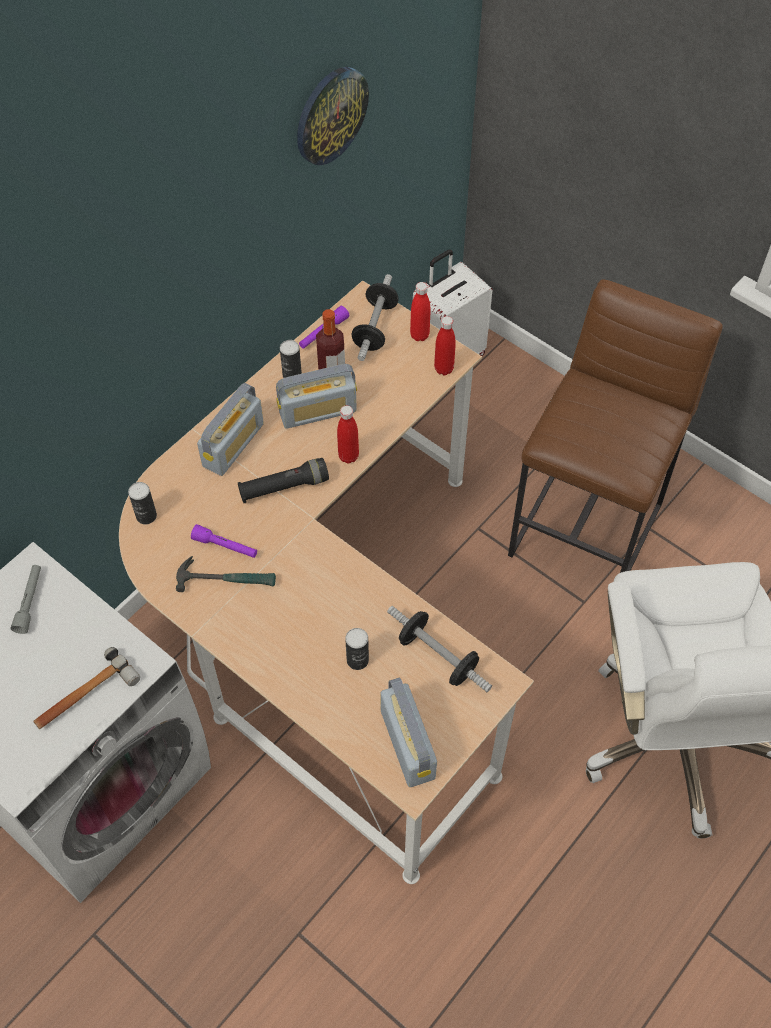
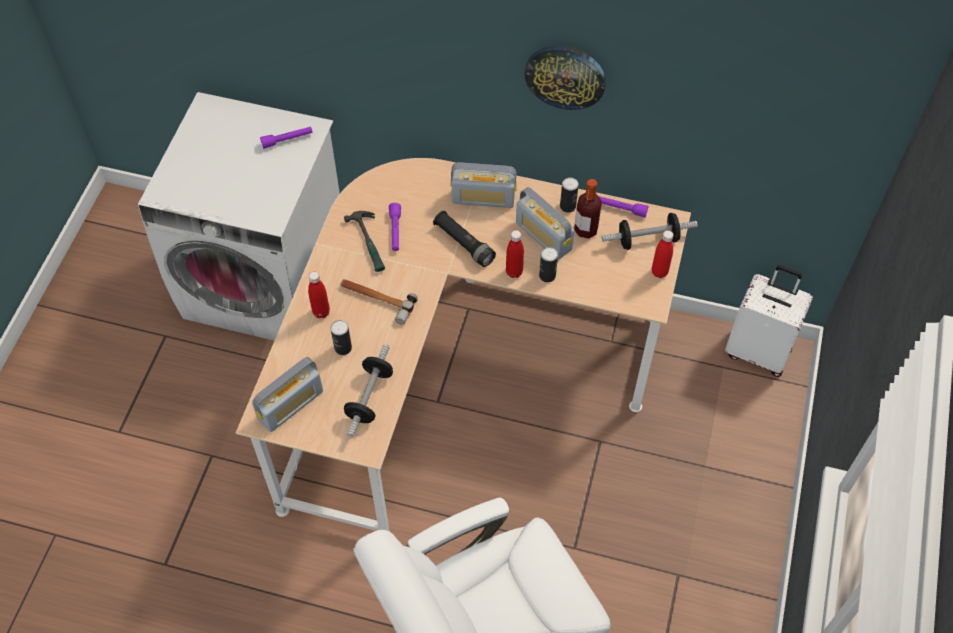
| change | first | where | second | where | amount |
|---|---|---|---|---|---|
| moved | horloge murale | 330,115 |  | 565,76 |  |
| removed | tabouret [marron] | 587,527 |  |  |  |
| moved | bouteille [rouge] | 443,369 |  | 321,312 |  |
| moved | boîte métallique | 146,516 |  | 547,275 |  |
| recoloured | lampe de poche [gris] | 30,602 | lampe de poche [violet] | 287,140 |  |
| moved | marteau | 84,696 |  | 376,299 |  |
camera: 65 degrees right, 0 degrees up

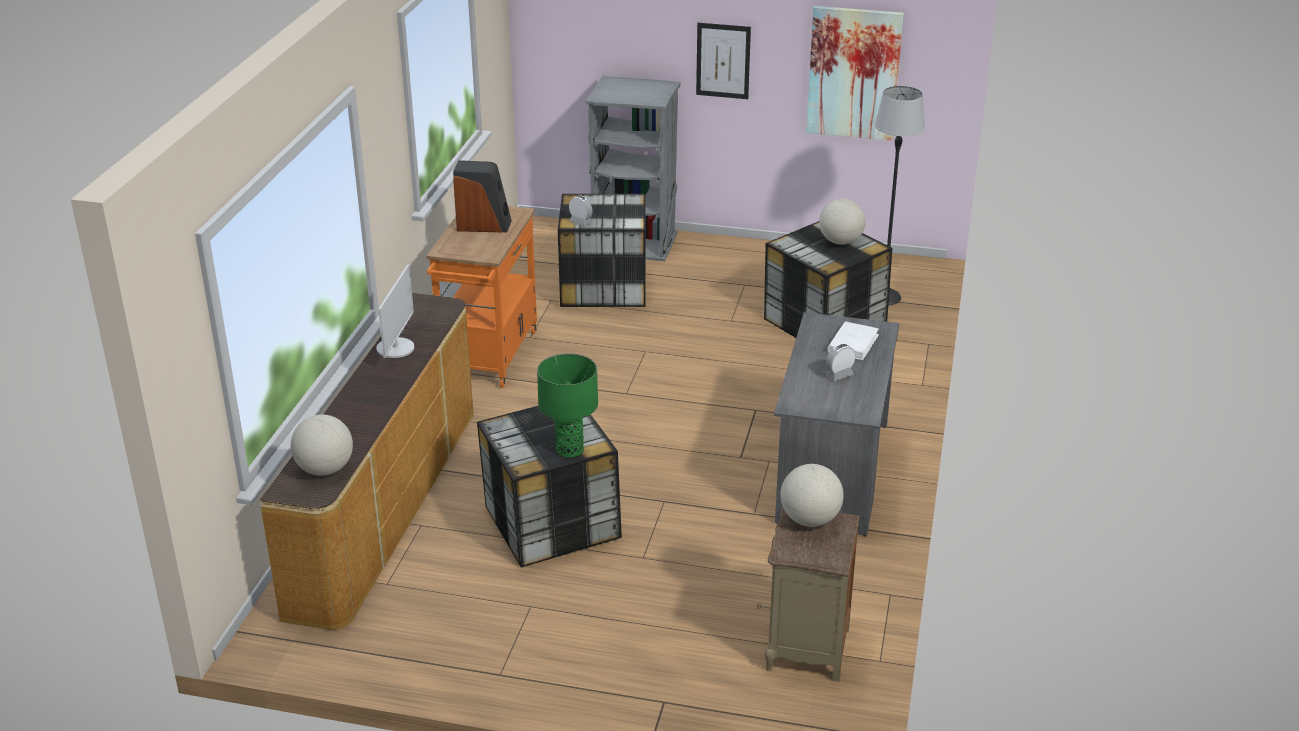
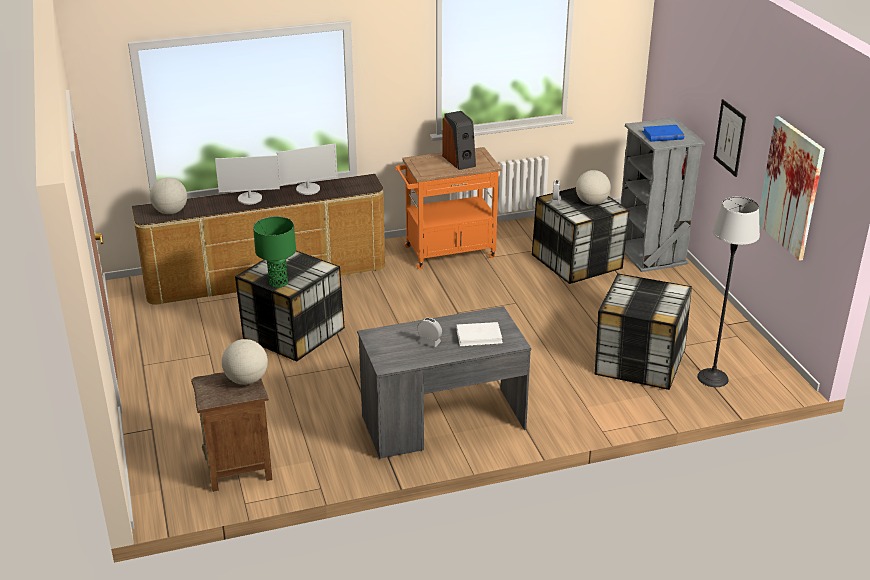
| change | first | where | second | where | amount |
|---|---|---|---|---|---|
| moved | globe | 841,242 |  | 592,202 |  |
| added |  |  | livre [bleu] | 662,135 |  |
| added |  |  | écran d'ordinateur | 250,199 |  |
camera: 60 degrees right, 0 degrees up

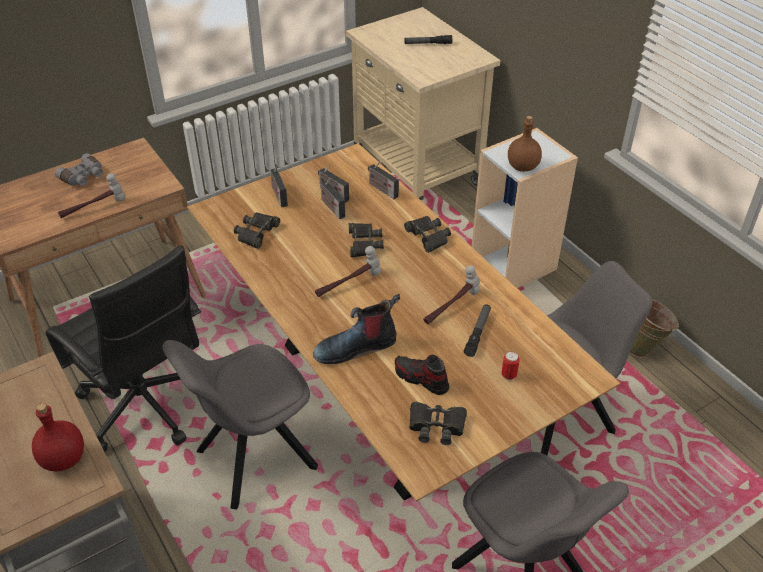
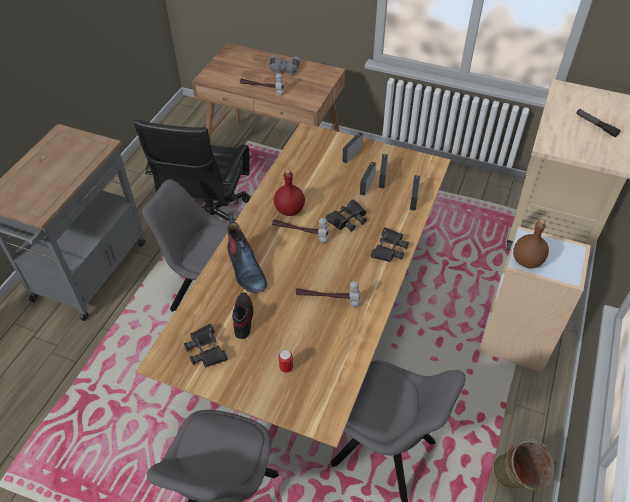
| change | first | where | second | where | amount |
|---|---|---|---|---|---|
| removed | jumelles [noir] | 256,233 |  |  |  |
| turned | botte | 356,346 |  | 245,269 | 150 degrees counterclockwise |
| removed | lampe de poche | 478,333 |  |  |  |
| moved | bouteille [rouge] | 63,460 |  | 289,210 |  |
camera: 55 degrees right, 5 degrees up

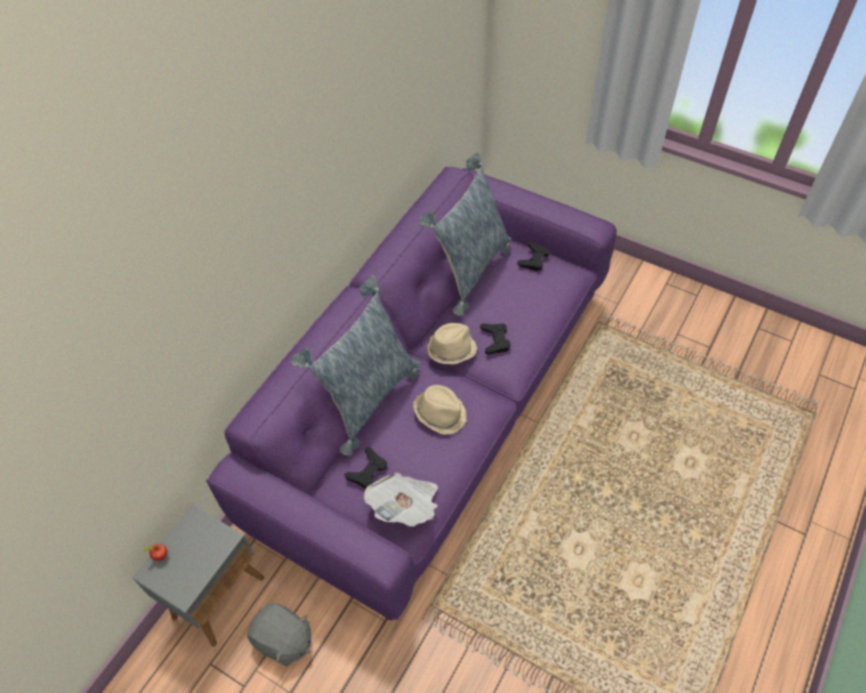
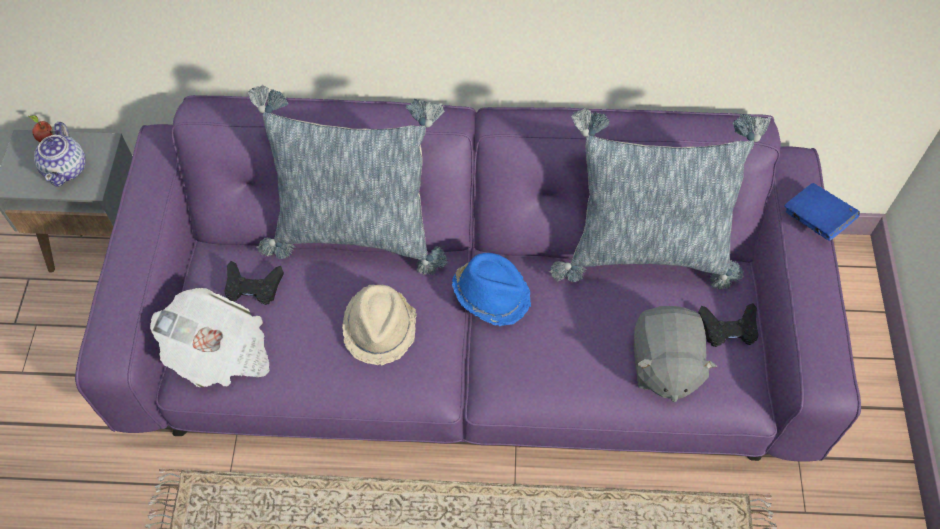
| change | first | where | second | where | amount |
|---|---|---|---|---|---|
| recoloured | chapeau [beige] | 451,350 | chapeau [bleu] | 492,294 |  |
| removed | manette [noir] | 495,340 |  |  |  |
| moved | peluche [gris] | 283,640 |  | 664,365 |  |
| added |  |  | théière | 67,168 |  |
| added |  |  | livre [bleu] | 816,220 |  |
camera: 60 degrees right, 5 degrees up

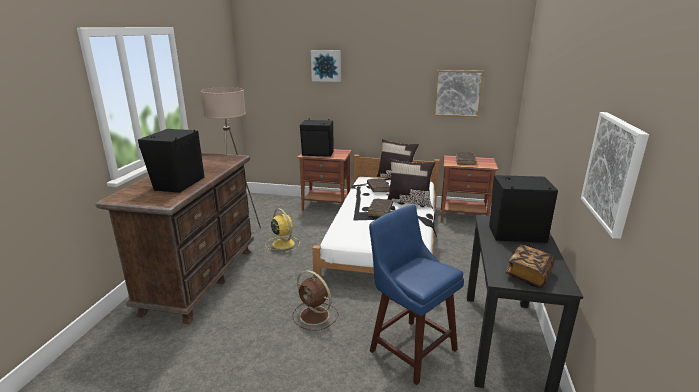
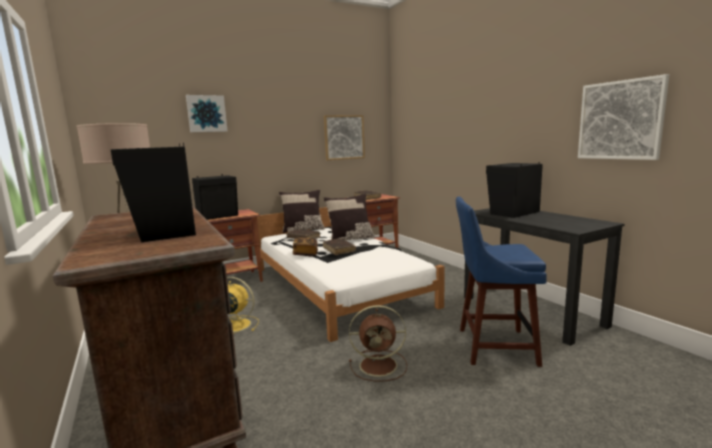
| change | first | where | second | where | amount |
|---|---|---|---|---|---|
| moved | livre | 528,275 |  | 305,253 |  |
camera: 40 degrees left, 10 degrees down

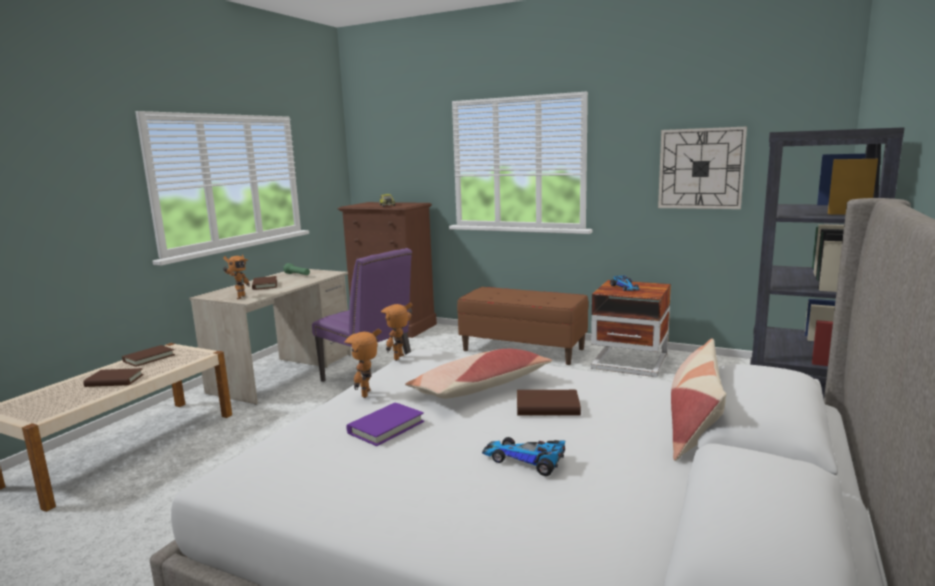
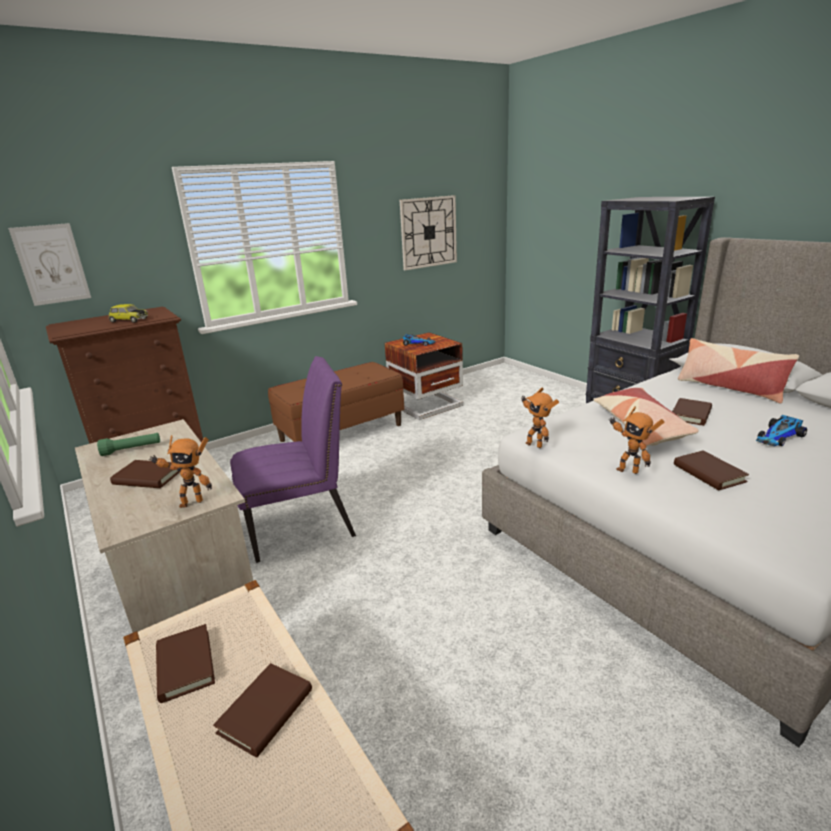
| change | first | where | second | where | amount |
|---|---|---|---|---|---|
| turned | robot jouet | 239,297 |  | 191,502 | 120 degrees clockwise |
| recoloured | livre [violet] | 386,427 | livre [marron] | 709,473 |  |
| added |  |  | tableau | 51,264 |  |
camera: 60 degrees left, 10 degrees up

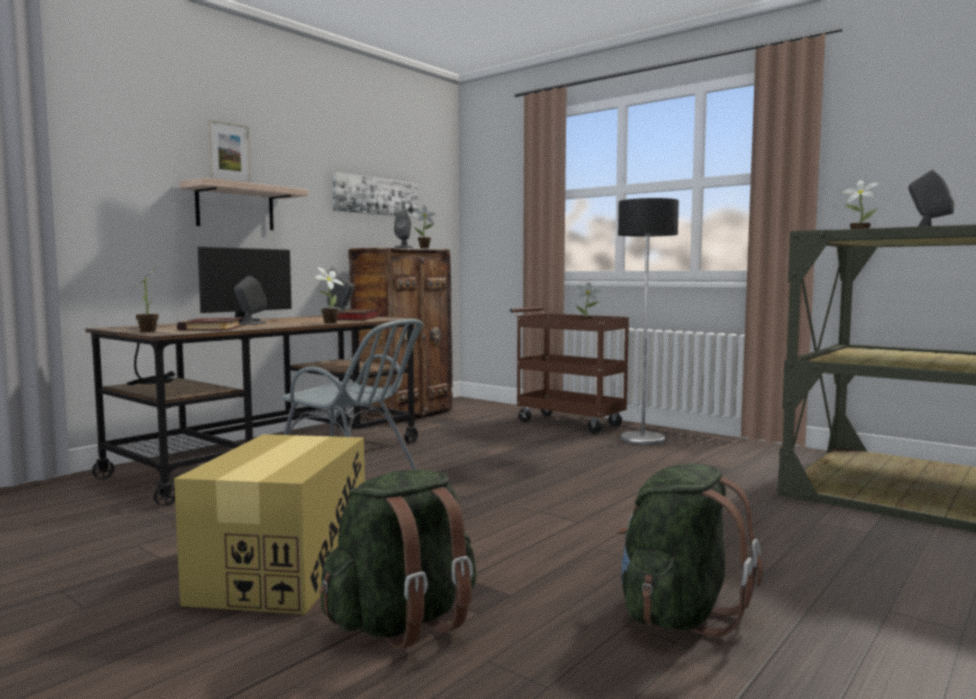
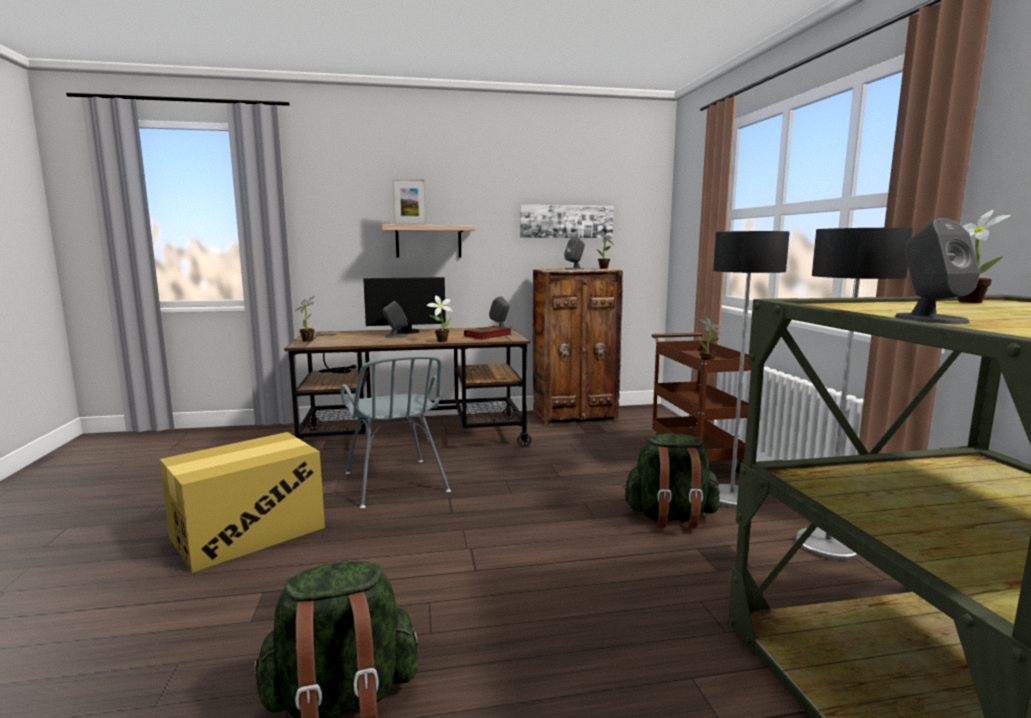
| change | first | where | second | where | amount |
|---|---|---|---|---|---|
| removed | livre | 211,328 |  |  |  |
| moved | sac à dos [vert] | 403,622 |  | 670,517 |  |
| added |  |  | lampadaire | 827,545 |  |
camera: 40 degrees right, 5 degrees up

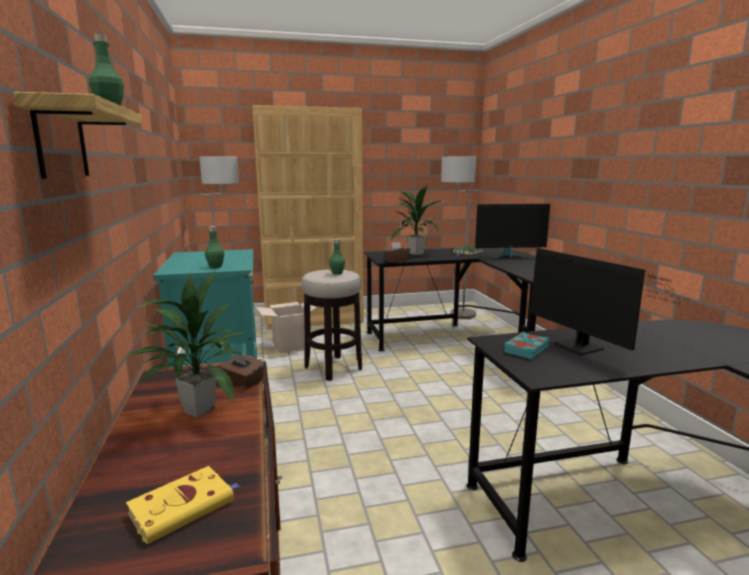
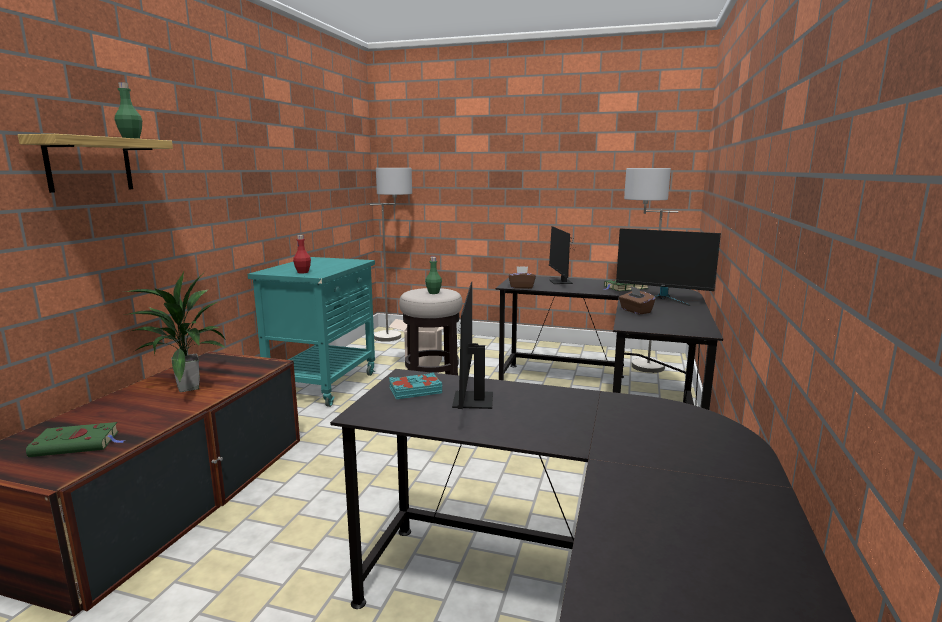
| change | first | where | second | where | amount |
|---|---|---|---|---|---|
| removed | bibliothèque [marron] | 314,320 |  |  |  |
| replaced | plante en pot | 416,254 | écran d'ordinateur | 560,282 |  |
| recoloured | bouteille [vert] | 215,267 | bouteille [rouge] | 303,272 |  |
| moved | boîte à mouchoirs [marron] | 243,382 |  | 635,311 |  |
| recoloured | livre [jaune] | 184,507 | livre [vert] | 78,444 |  |
camera: 30 degrees right, 0 degrees up

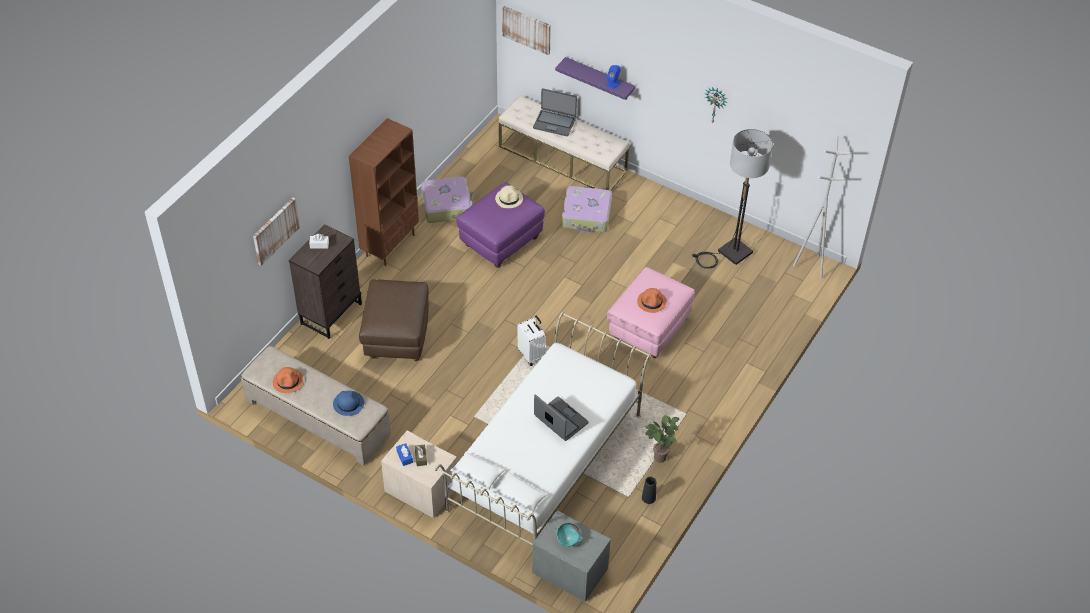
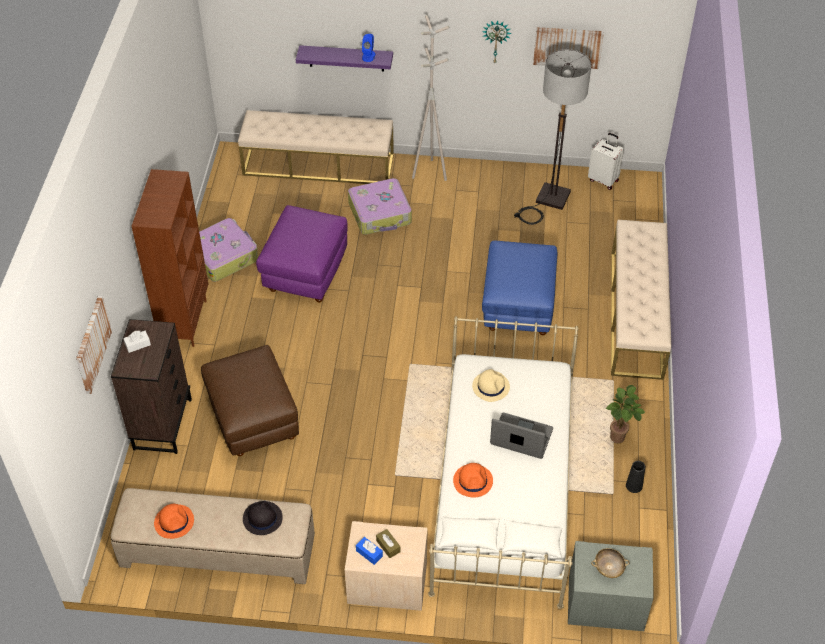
| change | first | where | second | where | amount |
|---|---|---|---|---|---|
| moved | tableau | 527,29 |  | 567,47 |  |
| removed | ordinateur portable | 554,123 |  |  |  |
| moved | portant [gris] | 811,267 |  | 430,172 |  |
| moved | chapeau [beige] | 509,198 |  | 490,386 |  |
| recoloured | pouf [rose] | 649,327 | pouf [bleu] | 518,305 |  |
| moved | chapeau [orange] | 652,302 |  | 473,481 |  |
| moved | valise [blanc] | 531,355 |  | 603,180 |  |
| recoloured | chapeau [bleu] | 348,403 | chapeau [noir] | 262,518 |  |
| recoloured | bol [turquoise] | 568,539 | bol [beige] | 609,568 |  |
| added |  |  | banc [beige] | 636,314 |  |
camera: 25 degrees left, 0 degrees up

